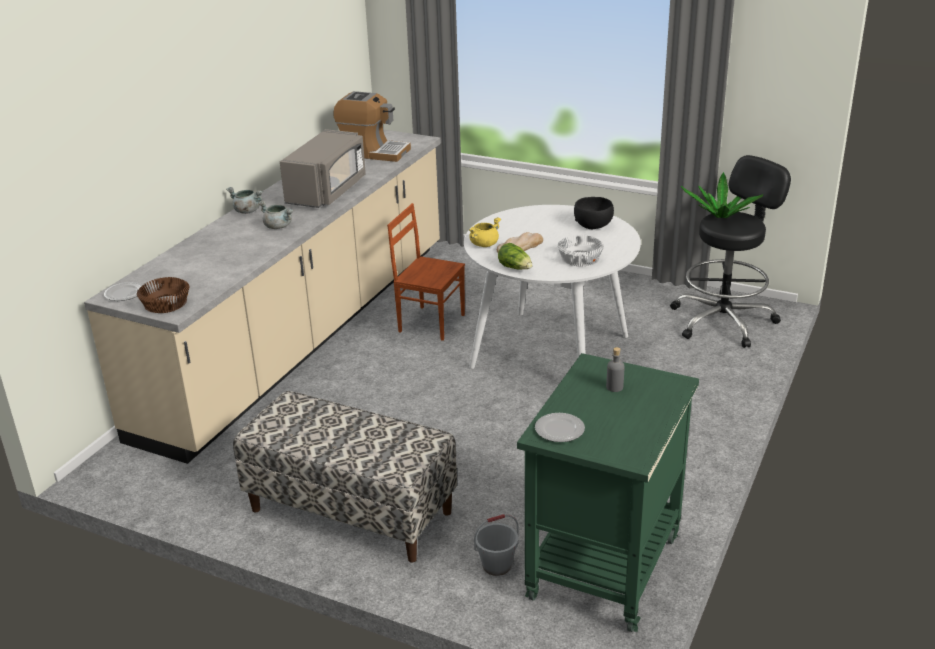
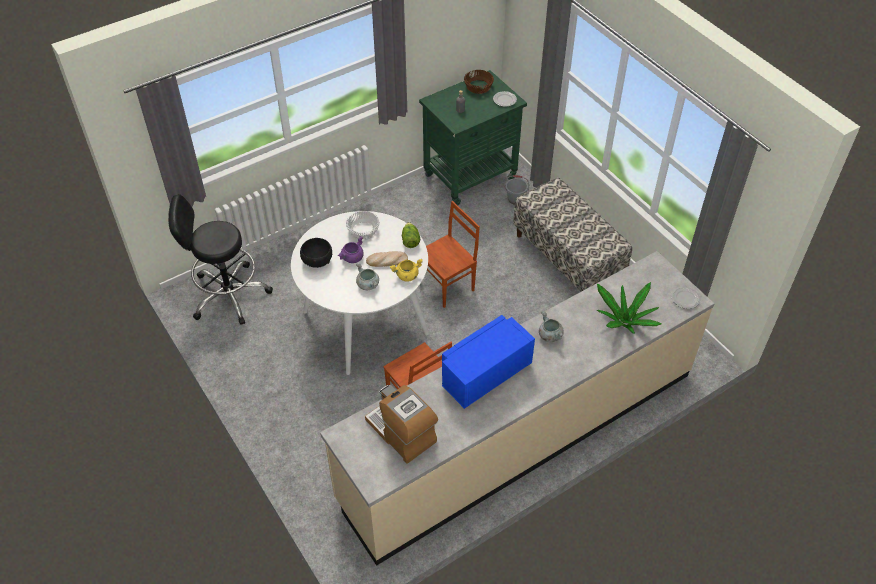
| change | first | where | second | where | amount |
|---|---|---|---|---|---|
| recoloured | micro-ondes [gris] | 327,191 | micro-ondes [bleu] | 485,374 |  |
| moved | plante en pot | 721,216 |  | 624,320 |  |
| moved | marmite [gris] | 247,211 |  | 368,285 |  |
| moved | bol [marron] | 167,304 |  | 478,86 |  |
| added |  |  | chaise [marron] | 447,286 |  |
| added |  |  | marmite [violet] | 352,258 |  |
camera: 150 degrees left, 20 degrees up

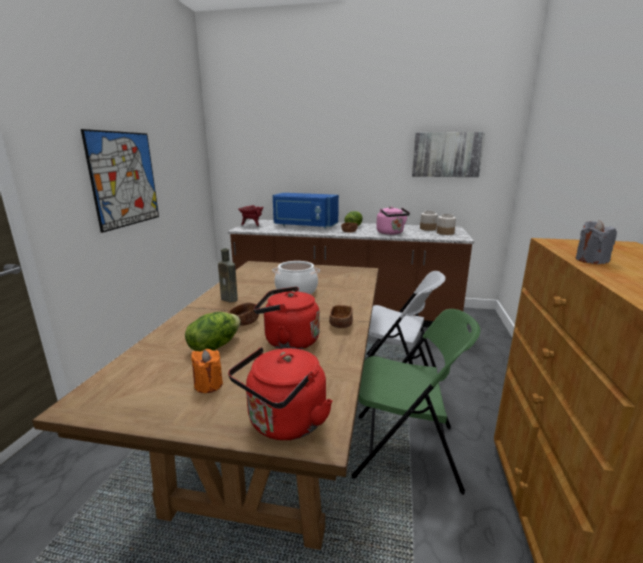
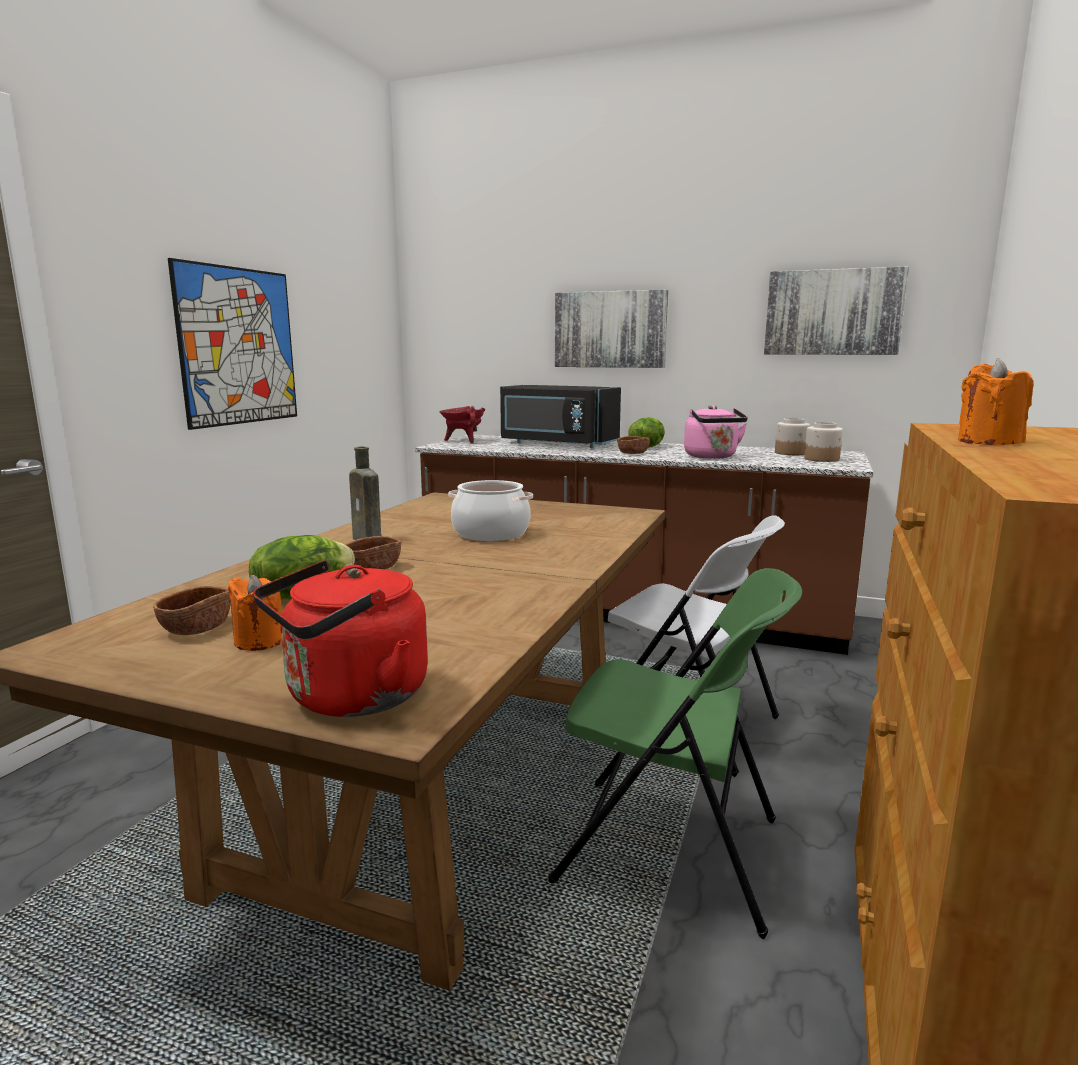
| change | first | where | second | where | amount |
|---|---|---|---|---|---|
| recoloured | micro-ondes [bleu] | 304,226 | micro-ondes [noir] | 556,444 |  |
| recoloured | bougie [gris] | 591,260 | bougie [orange] | 988,442 |  |
| removed | bouilloire [rouge] | 288,341 |  |  |  |
| moved | bol [marron] | 341,324 |  | 196,628 |  |
| added |  |  | tableau | 610,329 |  |
camera: 10 degrees right, 5 degrees down

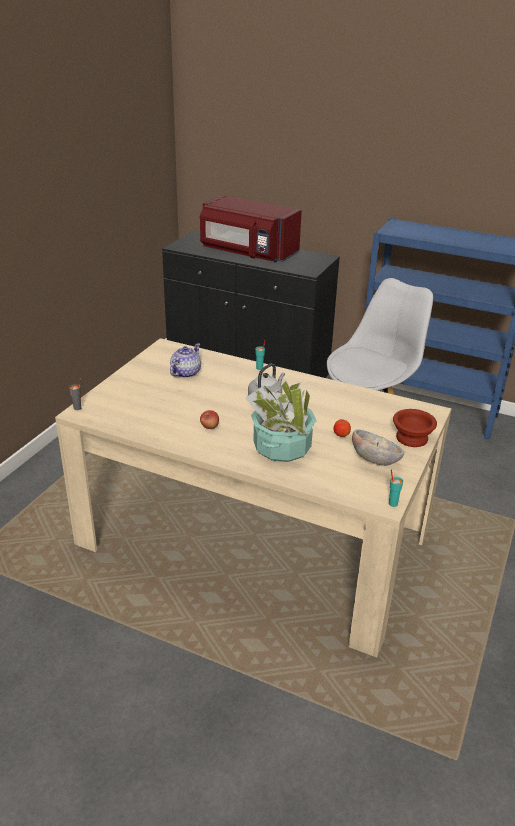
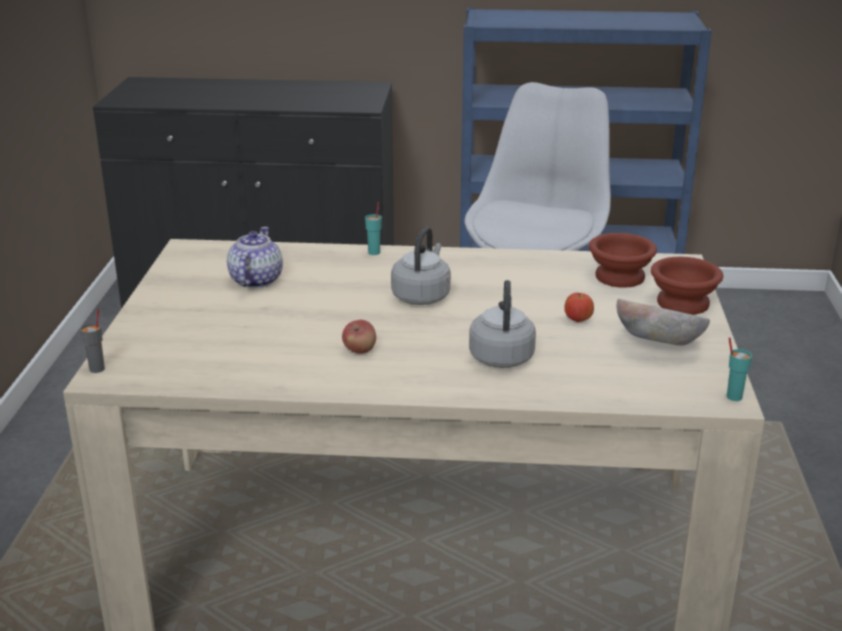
| change | first | where | second | where | amount |
|---|---|---|---|---|---|
| removed | micro-ondes [rouge] | 247,253 |  |  |  |
| replaced | plante en pot | 281,447 | bouilloire [gris] | 501,356 |  |
| added |  |  | bol [marron] | 619,276 |  |
camera: 20 degrees left, 5 degrees down

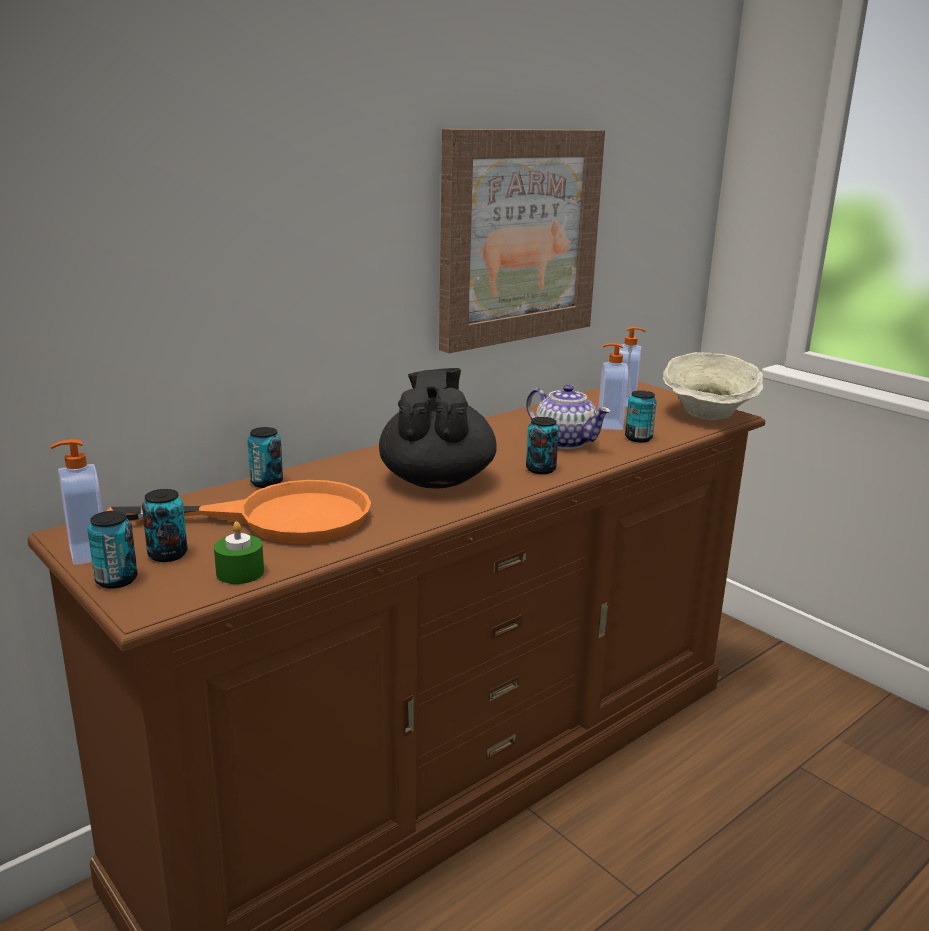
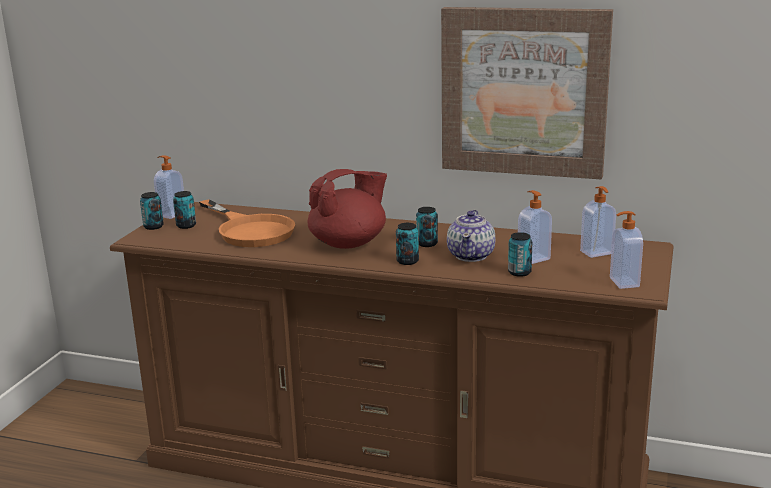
| change | first | where | second | where | amount |
|---|---|---|---|---|---|
| replaced | bol [beige] | 708,415 | distributeur de savon | 623,282 |  |
| recoloured | théière [noir] | 436,479 | théière [rouge] | 349,243 |  |
| moved | boîte métallique | 266,482 |  | 427,243 |  |
| removed | bougie [vert] | 240,572 |  |  |  |
camera: 60 degrees right, 0 degrees up

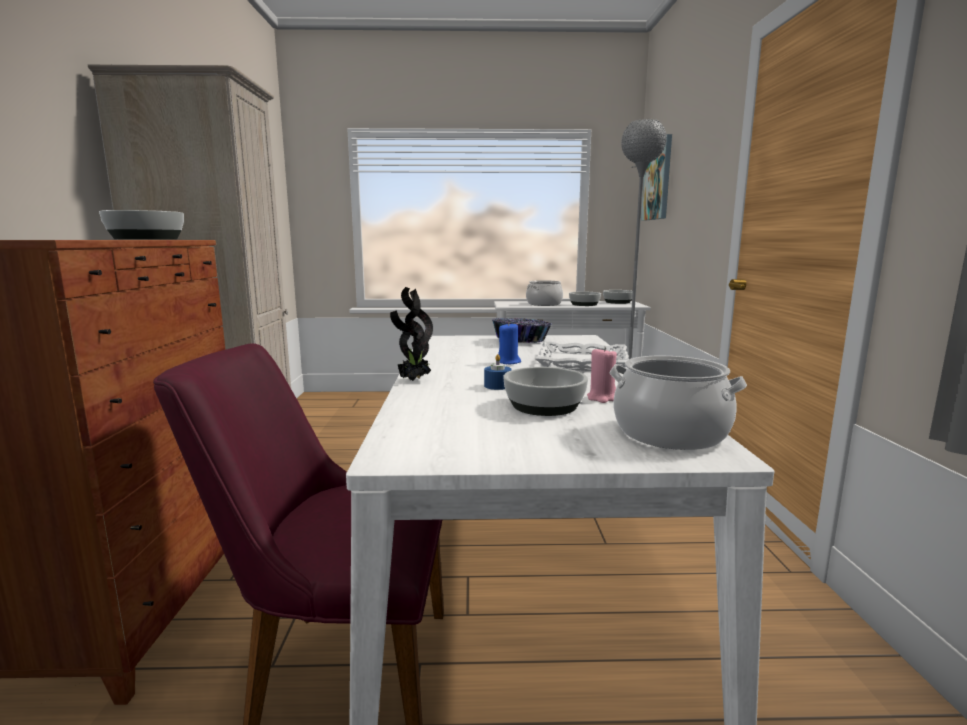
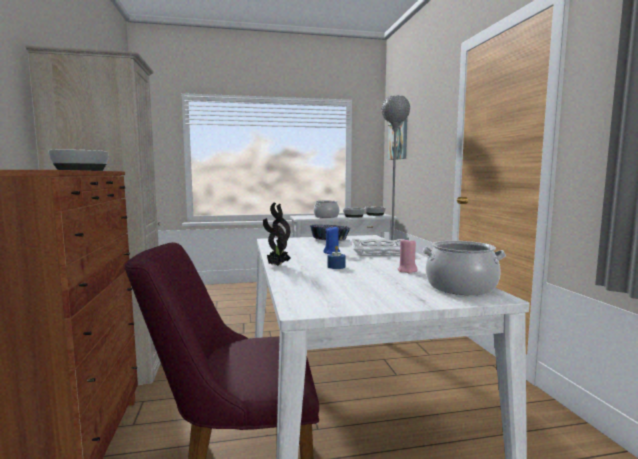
| change | first | where | second | where | amount |
|---|---|---|---|---|---|
| removed | bol | 544,405 |  |  |  |
camera: 10 degrees left, 5 degrees down

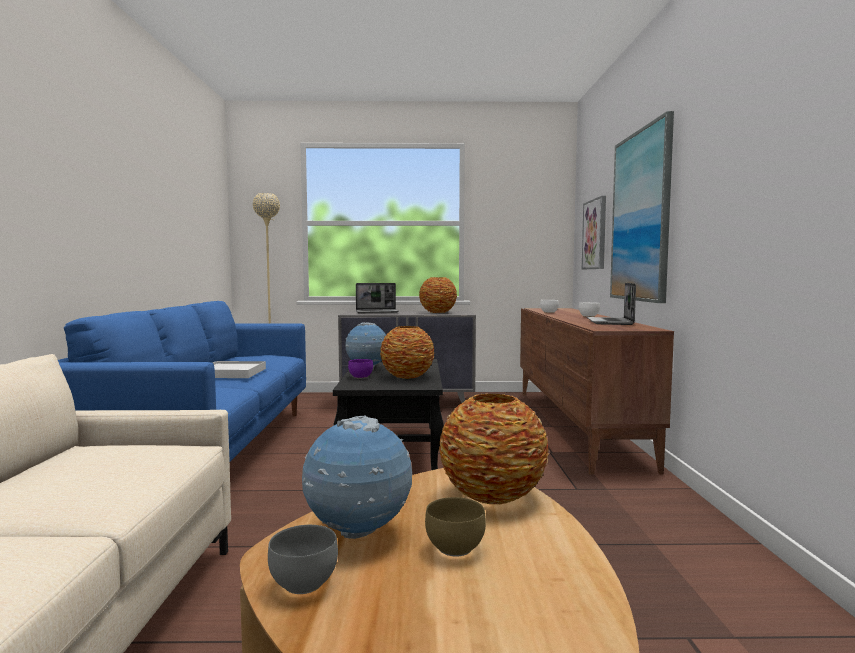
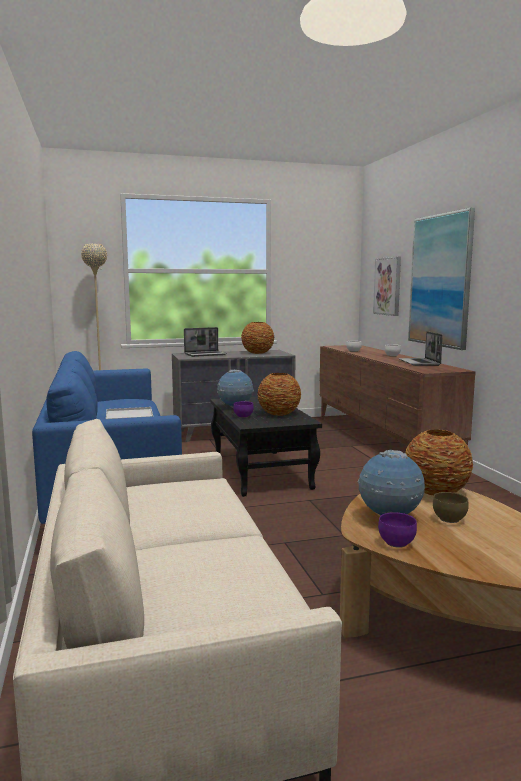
| change | first | where | second | where | amount |
|---|---|---|---|---|---|
| recoloured | bol [gris] | 306,583 | bol [violet] | 397,542 |  |
camera: 15 degrees left, 5 degrees up

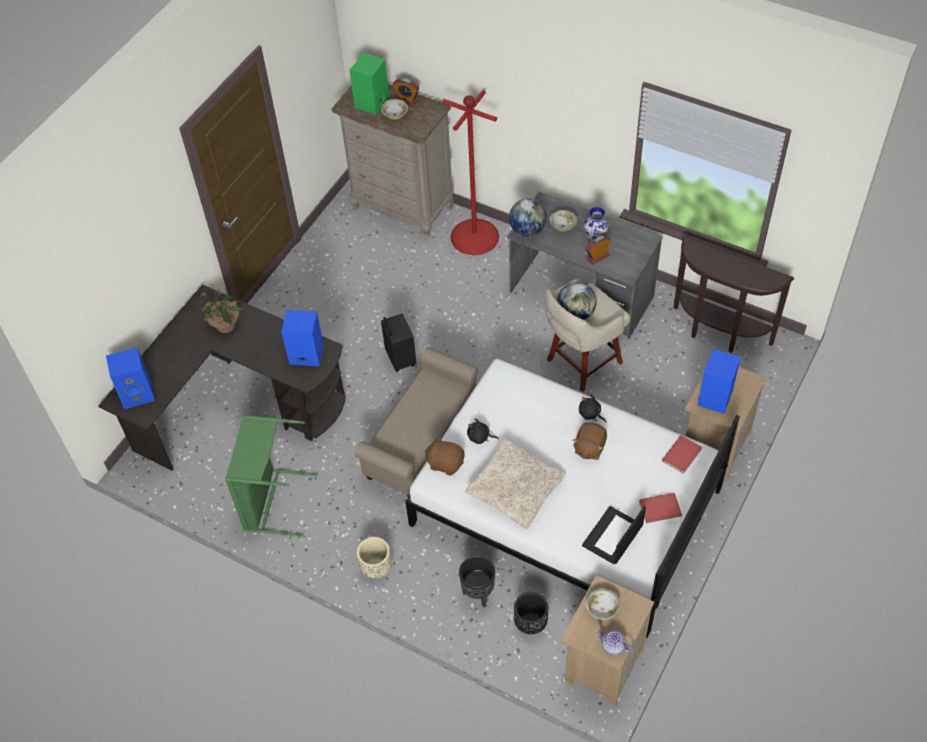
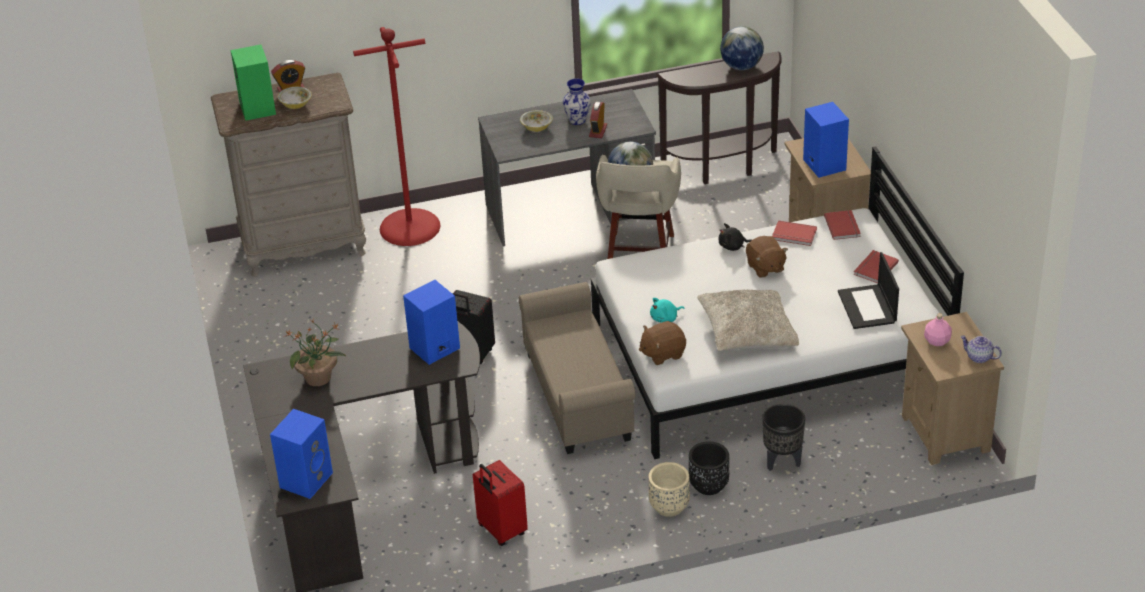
| change | first | where | second | where | amount |
|---|---|---|---|---|---|
| moved | globe | 527,230 |  | 741,66 |  |
| replaced | panier à linge [vert] | 271,501 | valise [rouge] | 501,531 |  |
| recoloured | peluche [noir] | 480,437 | peluche [turquoise] | 665,318 |  |
| replaced | bol | 602,608 | bouteille [rose] | 937,341 |  |
| moved | cache-pot [noir] | 530,622 |  | 709,485 |  |
| turned | théière | 612,646 |  | 979,357 | 45 degrees clockwise |
| added |  |  | livre [rouge] | 794,235 |  |
camera: 45 degrees left, 15 degrees down

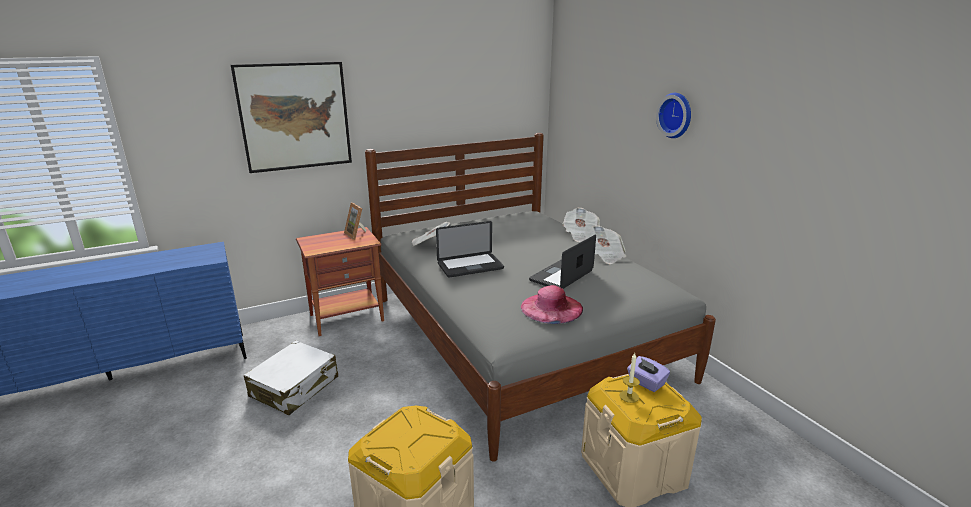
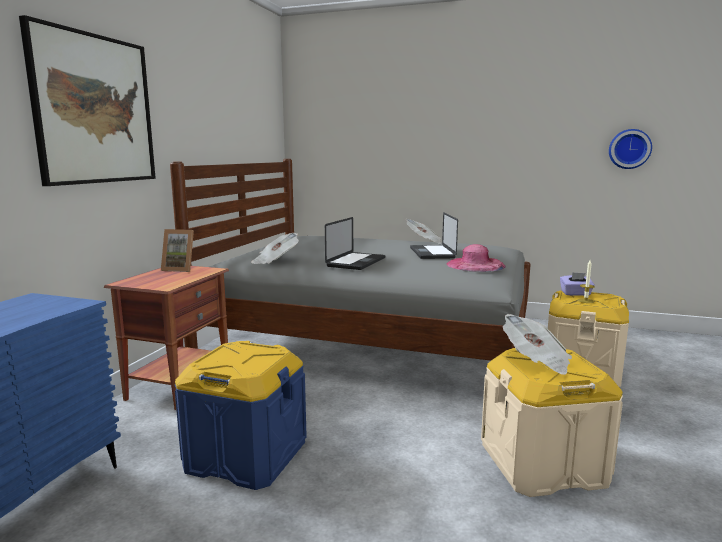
| change | first | where | second | where | amount |
|---|---|---|---|---|---|
| moved | horloge murale | 676,115 |  | 629,149 |  |
| moved | journal | 580,235 |  | 536,361 |  |
| replaced | valise [blanc] | 295,387 | boîte de rangement [bleu] | 246,455 |  |
camera: 45 degrees left, 10 degrees down

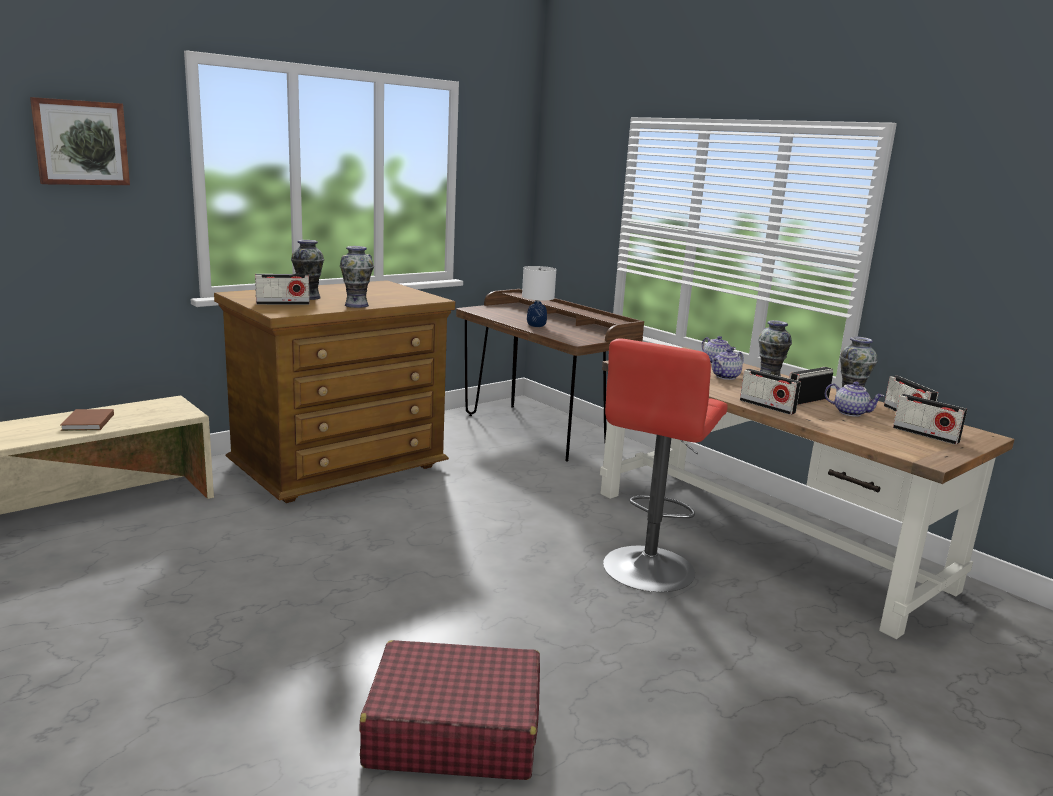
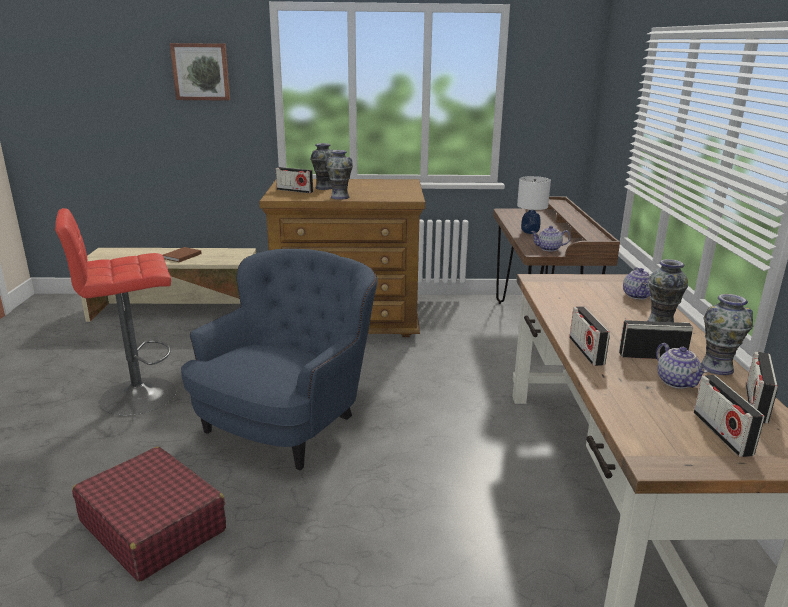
| change | first | where | second | where | amount |
|---|---|---|---|---|---|
| moved | tabouret [rouge] | 647,569 |  | 137,396 |  |
| moved | théière | 726,377 |  | 548,249 |  |
| added |  |  | fauteuil [bleu] | 288,422 |  |
camera: 40 degrees right, 5 degrees up

